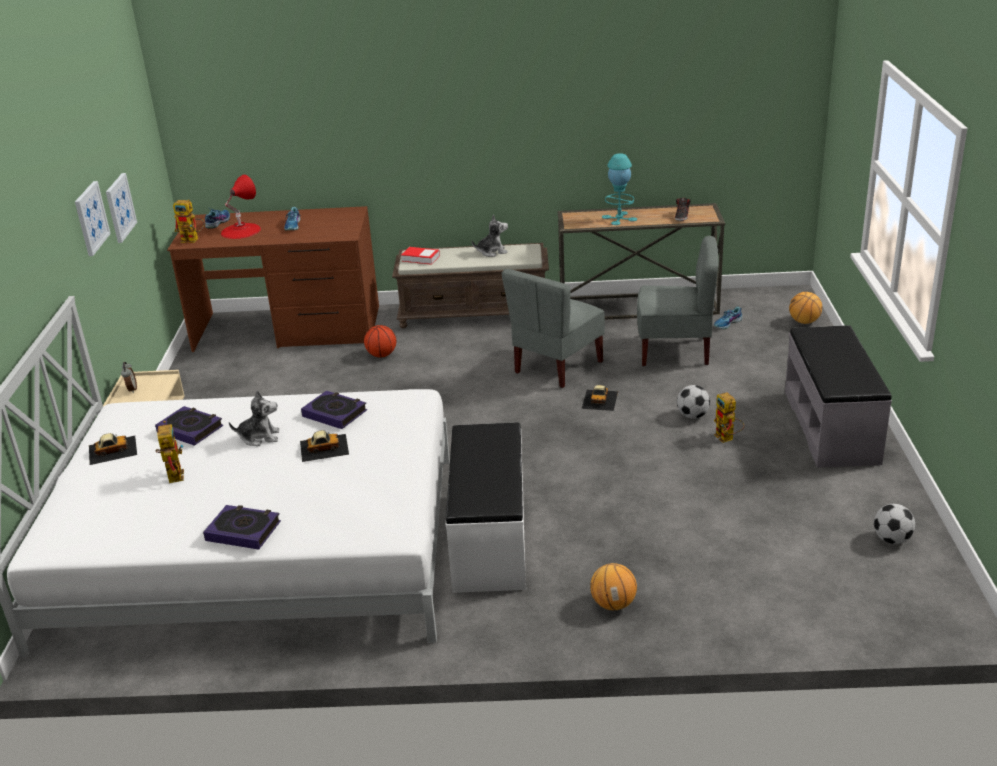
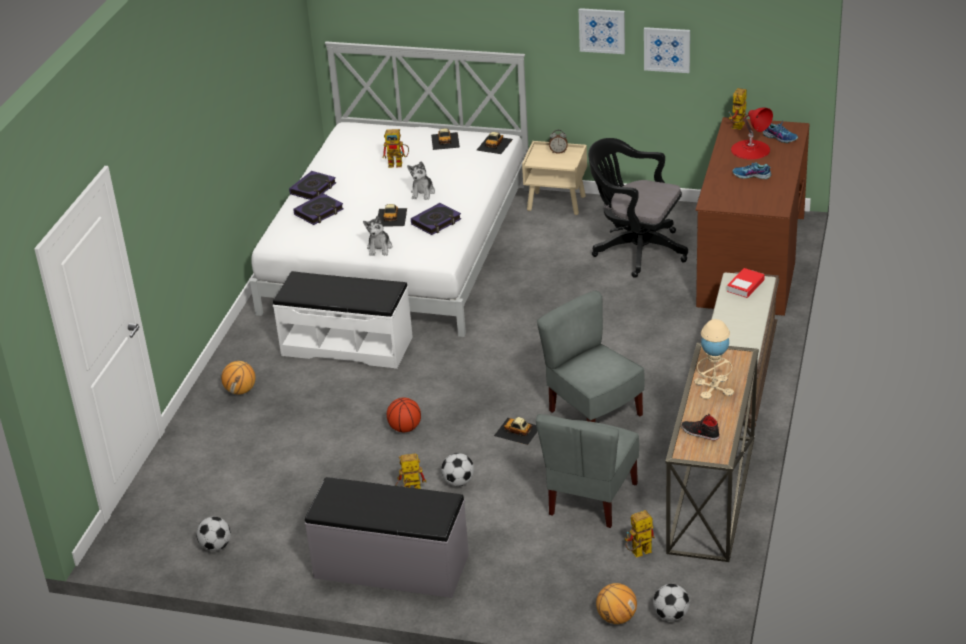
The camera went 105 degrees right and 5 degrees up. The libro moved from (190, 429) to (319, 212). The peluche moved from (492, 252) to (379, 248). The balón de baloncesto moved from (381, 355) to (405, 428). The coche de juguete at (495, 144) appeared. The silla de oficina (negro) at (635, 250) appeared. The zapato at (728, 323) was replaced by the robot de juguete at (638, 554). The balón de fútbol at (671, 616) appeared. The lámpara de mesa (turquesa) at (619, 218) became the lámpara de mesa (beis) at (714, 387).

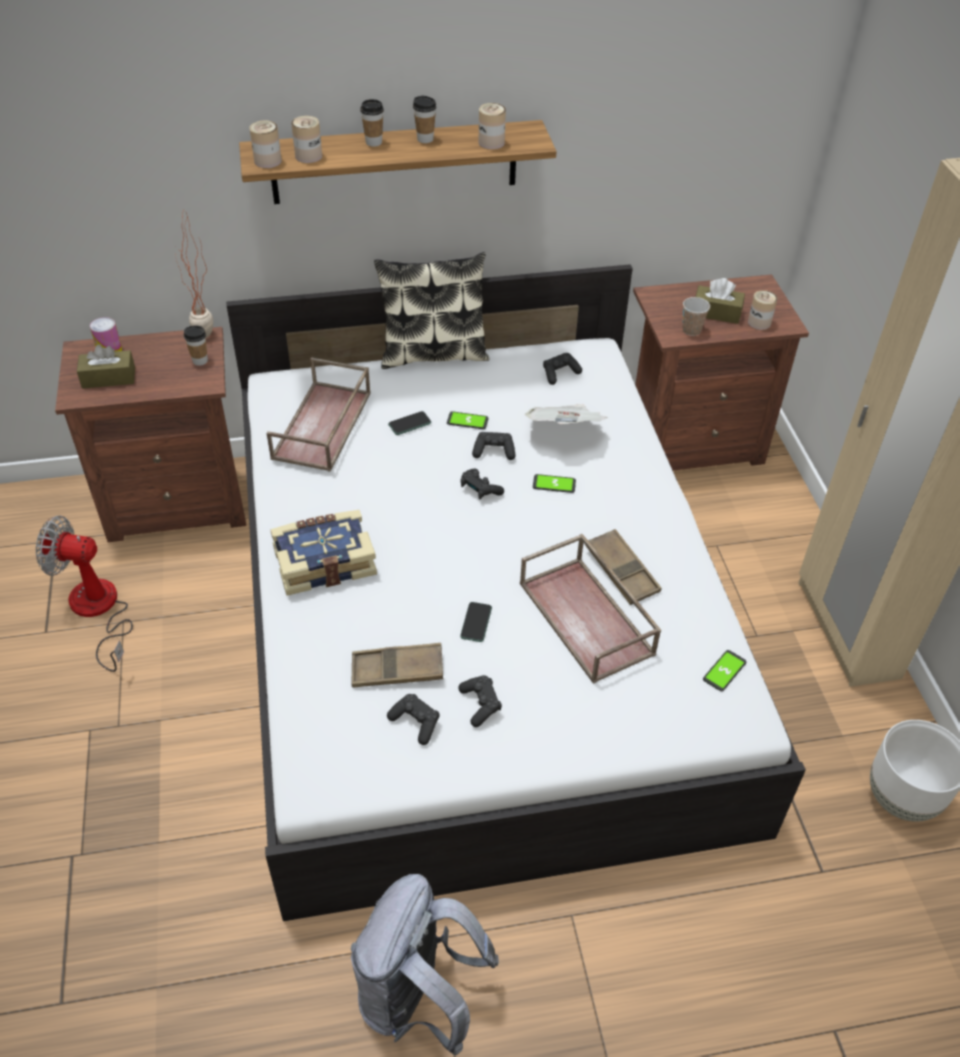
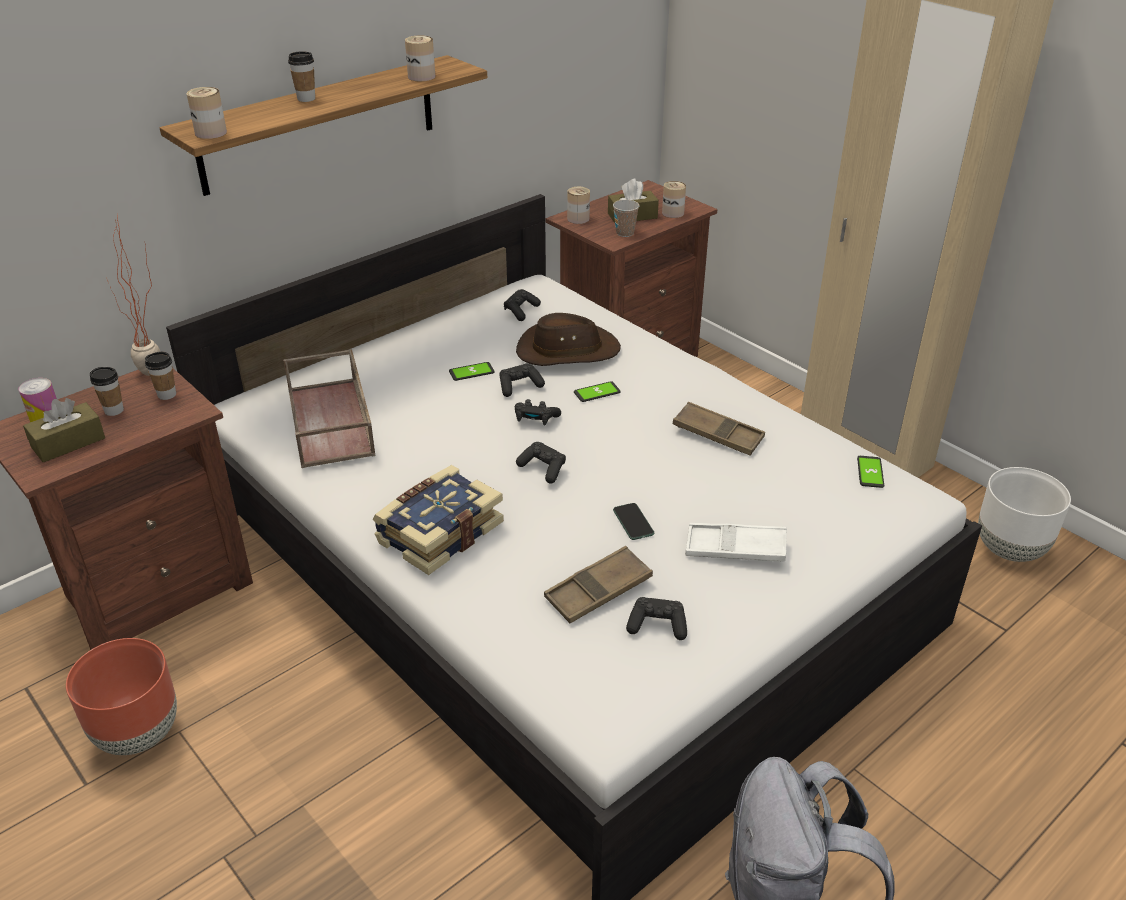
The camera went 30 degrees left and 10 degrees down. The ventilador at (98, 611) was replaced by the maceta (marrón) at (139, 734). The taza moved from (425, 139) to (114, 410). The periódico at (565, 431) was replaced by the sombrero (marrón) at (567, 350). The mando de consola (negro) moved from (480, 704) to (543, 469). The lata moved from (308, 156) to (578, 219). The bandeja (blanco) at (735, 548) appeared. The cojín at (433, 353) disappeared. The móvil at (409, 424) disappeared. The bandeja (marrón) at (588, 619) disappeared.

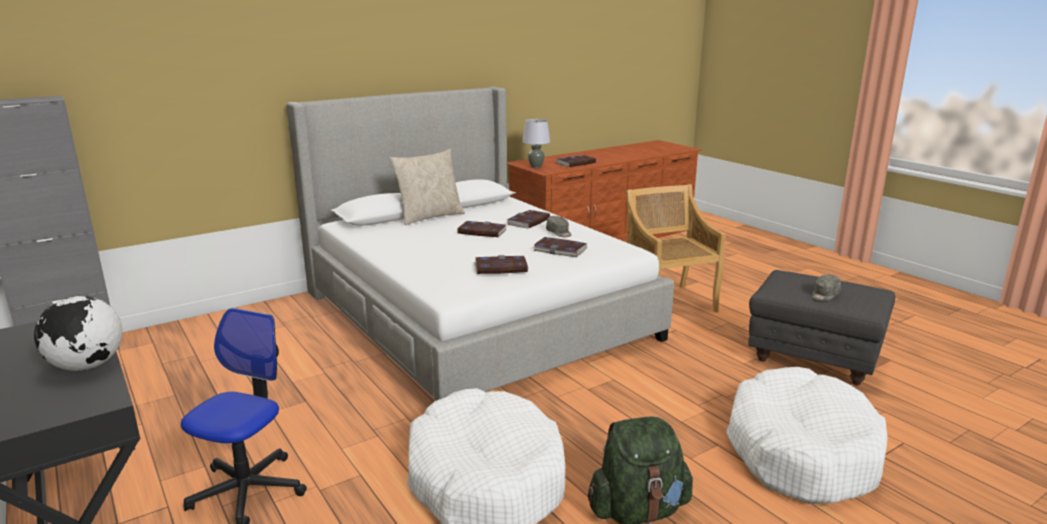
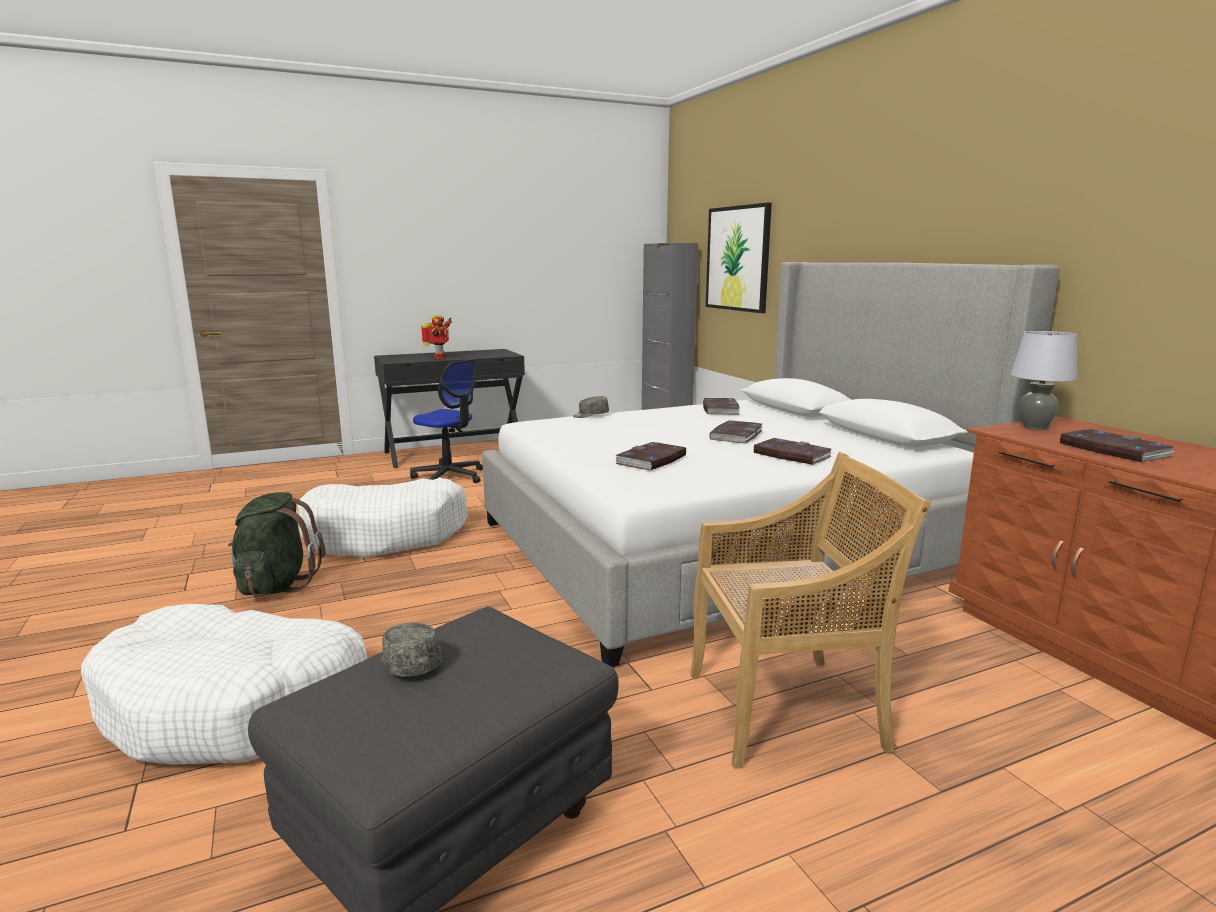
The camera went 100 degrees right and 5 degrees down. The globo terráqueo at (87, 366) was replaced by the robot de juguete at (439, 358). The gorra (gris) moved from (559, 233) to (590, 415). The libro moved from (500, 268) to (720, 409). The cuadro at (738, 258) appeared. The cojín (beis) at (429, 217) disappeared.

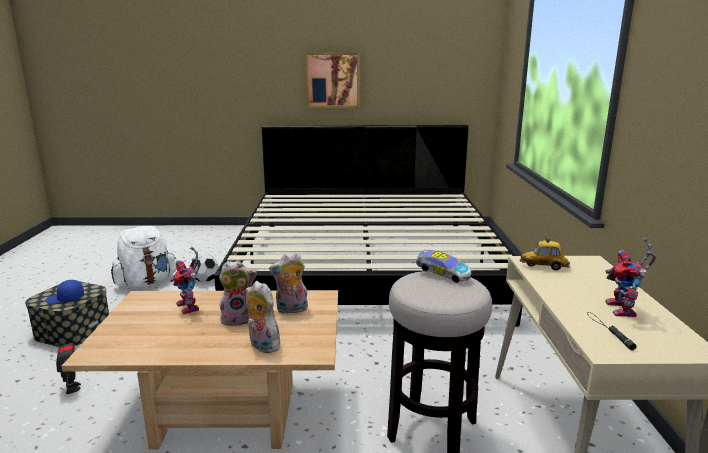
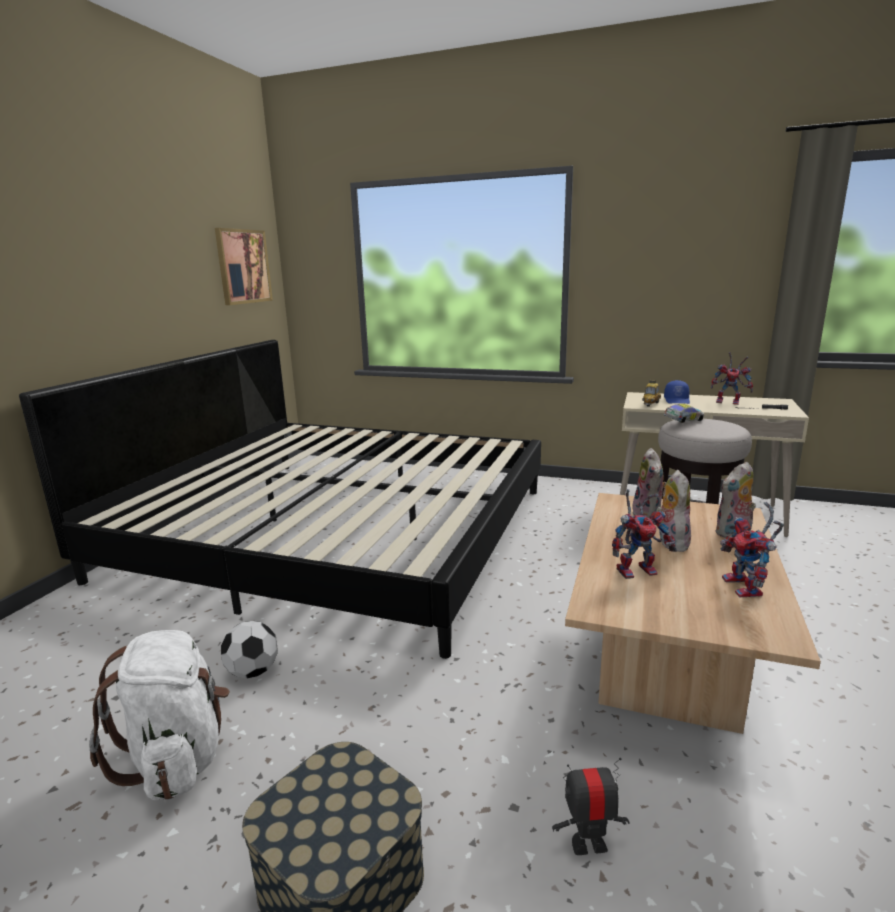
The camera went 70 degrees left and 0 degrees up. The cuadro moved from (332, 80) to (243, 266). The gorra (azul) moved from (65, 299) to (677, 400). The robot de juguete at (747, 589) appeared.

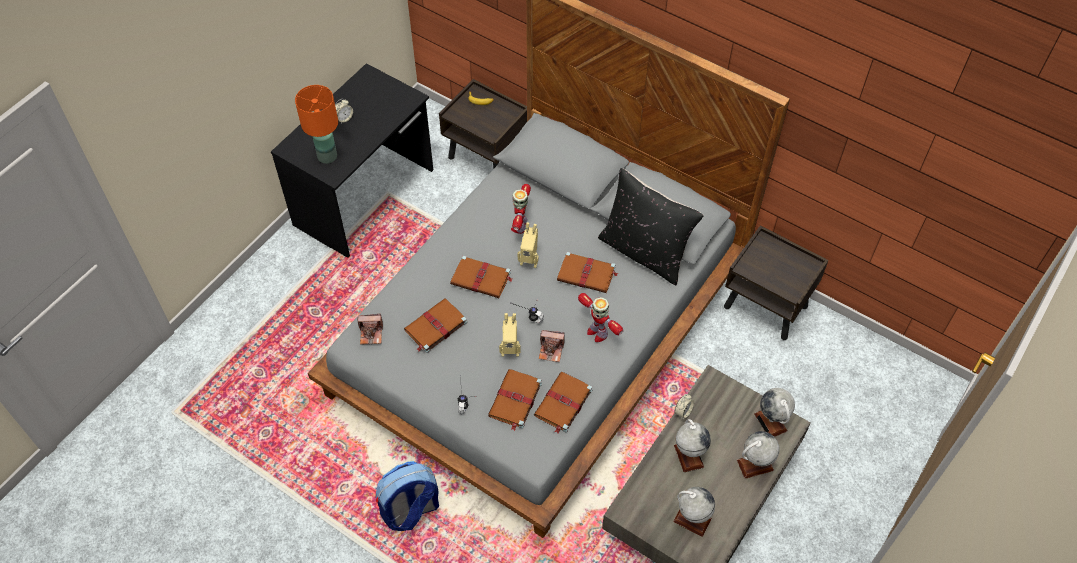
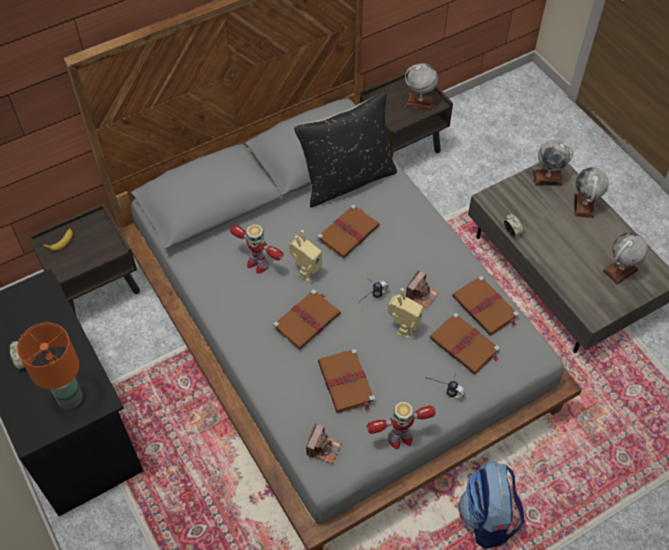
The camera went 65 degrees left and 0 degrees up. The robot de juguete moved from (597, 332) to (399, 438). The globo terráqueo moved from (688, 456) to (419, 102).

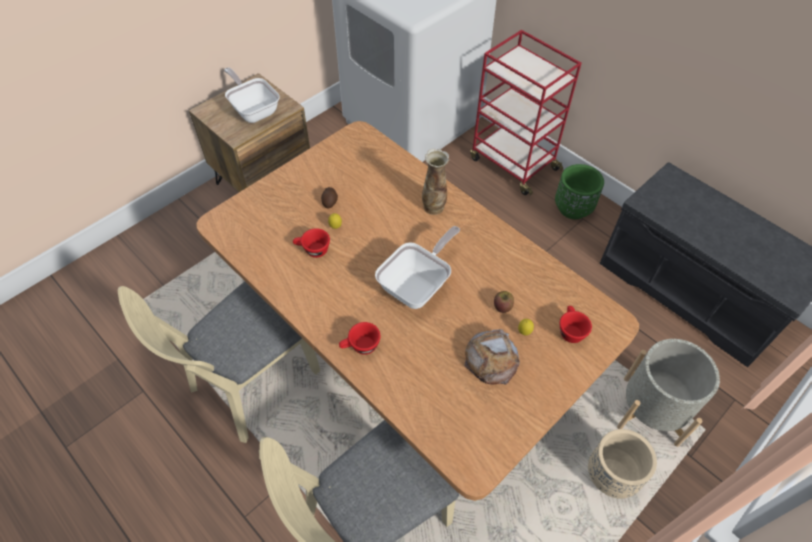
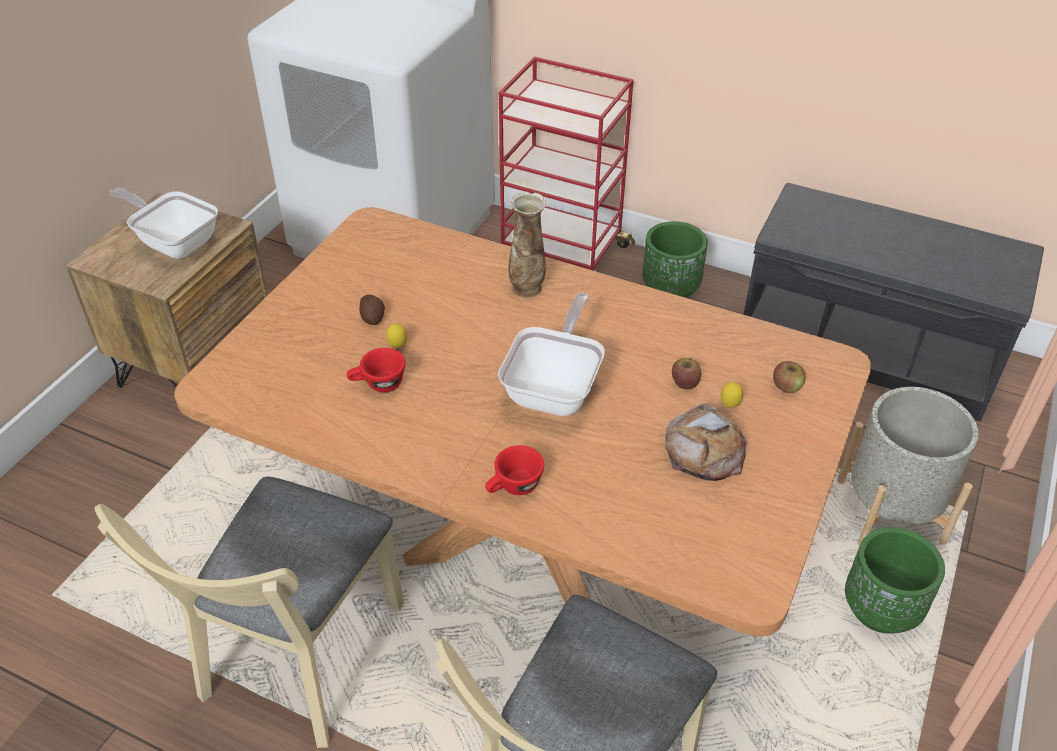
The camera went 20 degrees left and 10 degrees down. The taza (rojo) at (570, 330) was replaced by the manzana at (786, 386). The maceta (beis) at (611, 475) became the maceta (verde) at (880, 610).

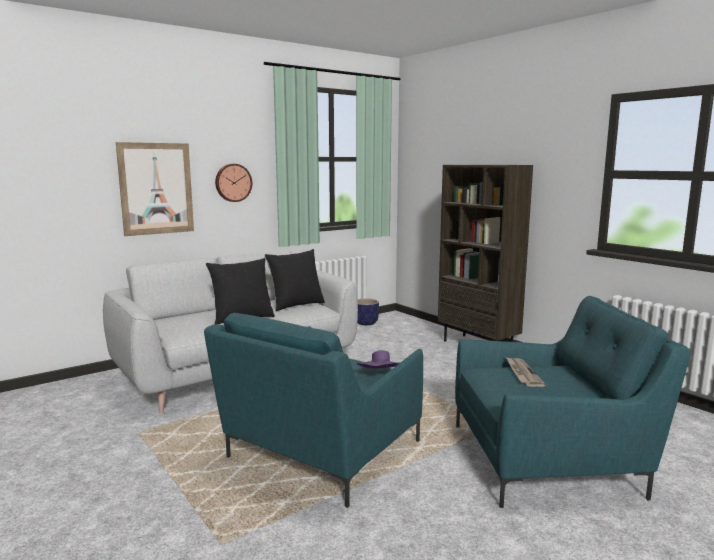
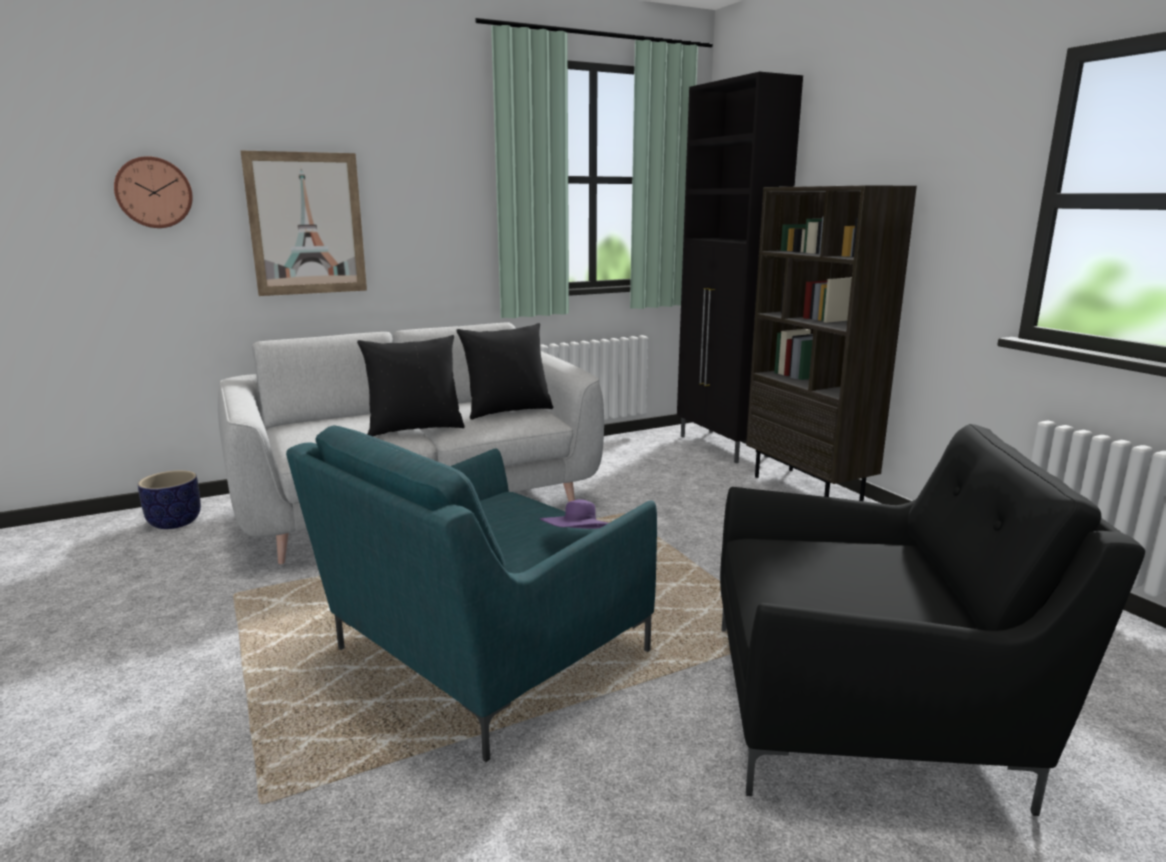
The camera went 10 degrees right and 5 degrees up. The reloj de pared moved from (233, 182) to (154, 192). The maceta moved from (366, 323) to (175, 522). The armario (negro) at (723, 447) appeared. The sillón (turquesa) at (550, 459) became the sillón (negro) at (868, 709). The periódico at (522, 373) disappeared.

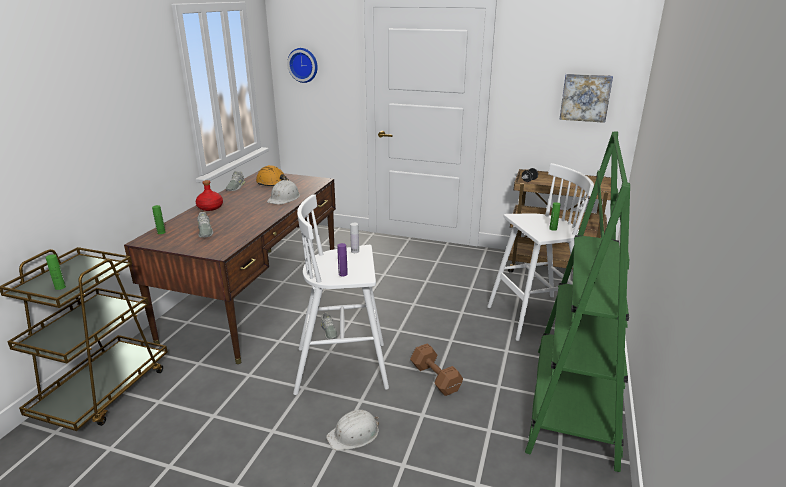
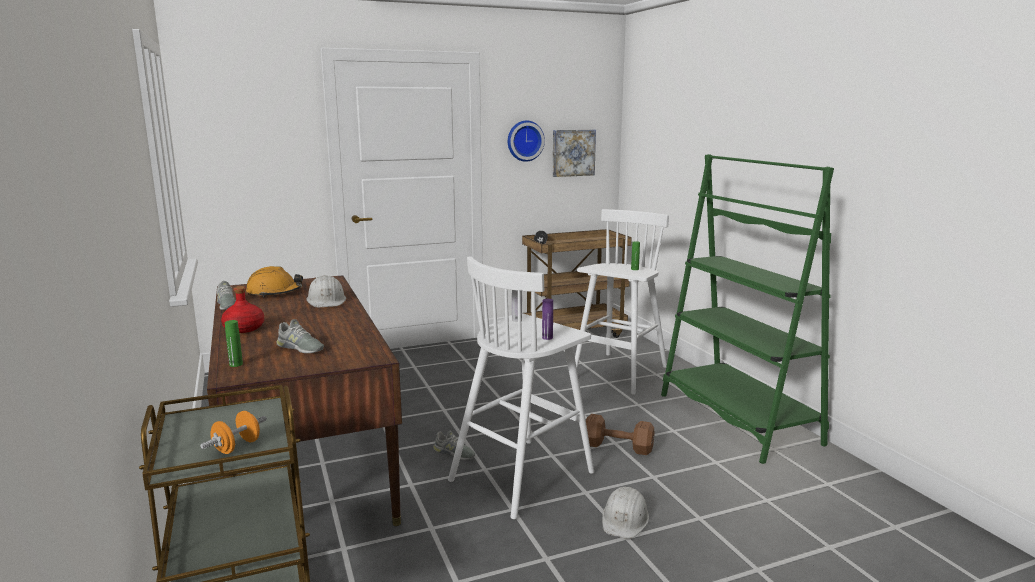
The camera went 40 degrees left and 10 degrees down. The botella (verde) at (60, 287) was replaced by the mancuerna (naranja) at (237, 447). The reloj de pared moved from (303, 65) to (524, 140).

